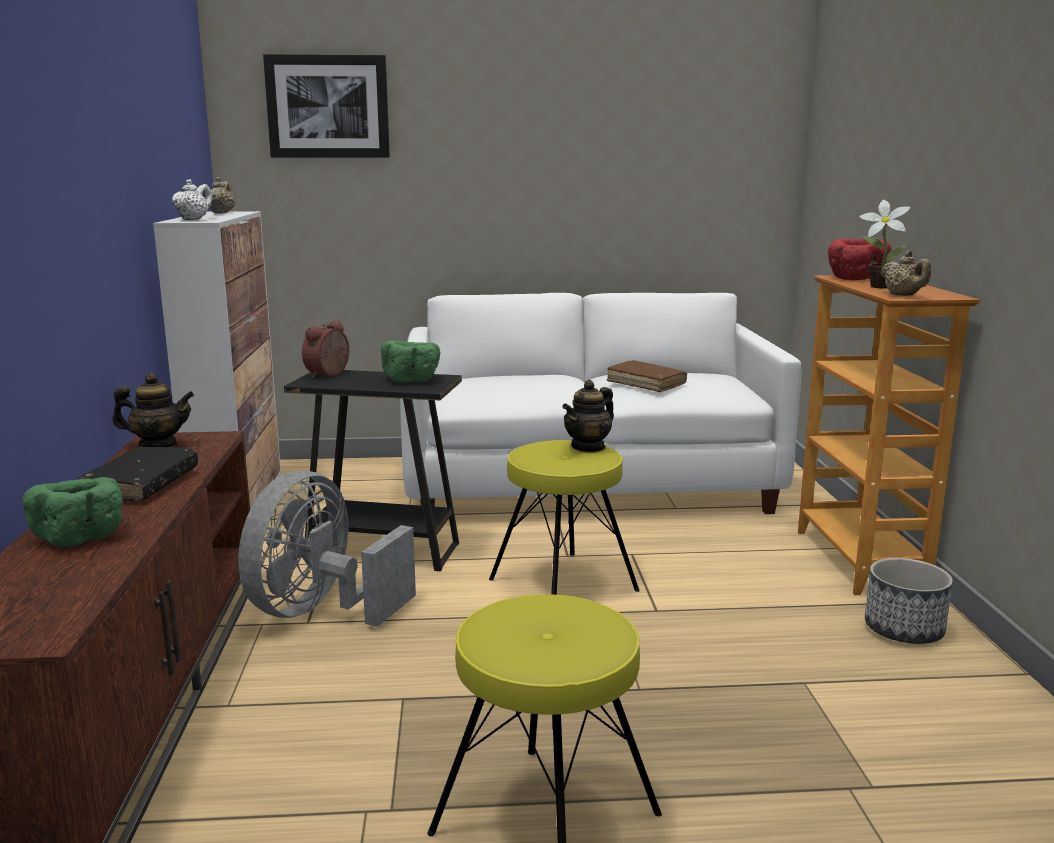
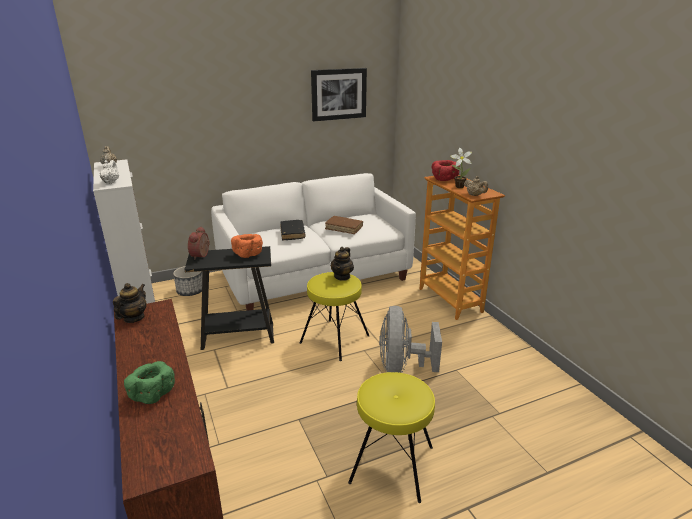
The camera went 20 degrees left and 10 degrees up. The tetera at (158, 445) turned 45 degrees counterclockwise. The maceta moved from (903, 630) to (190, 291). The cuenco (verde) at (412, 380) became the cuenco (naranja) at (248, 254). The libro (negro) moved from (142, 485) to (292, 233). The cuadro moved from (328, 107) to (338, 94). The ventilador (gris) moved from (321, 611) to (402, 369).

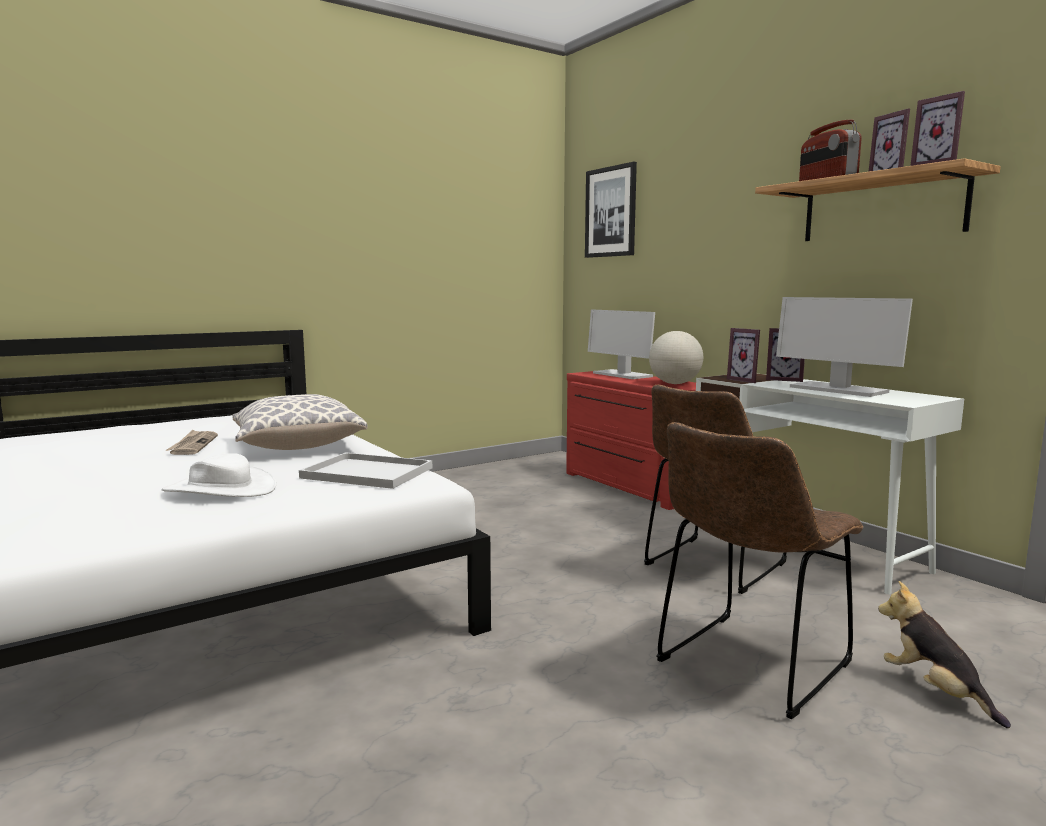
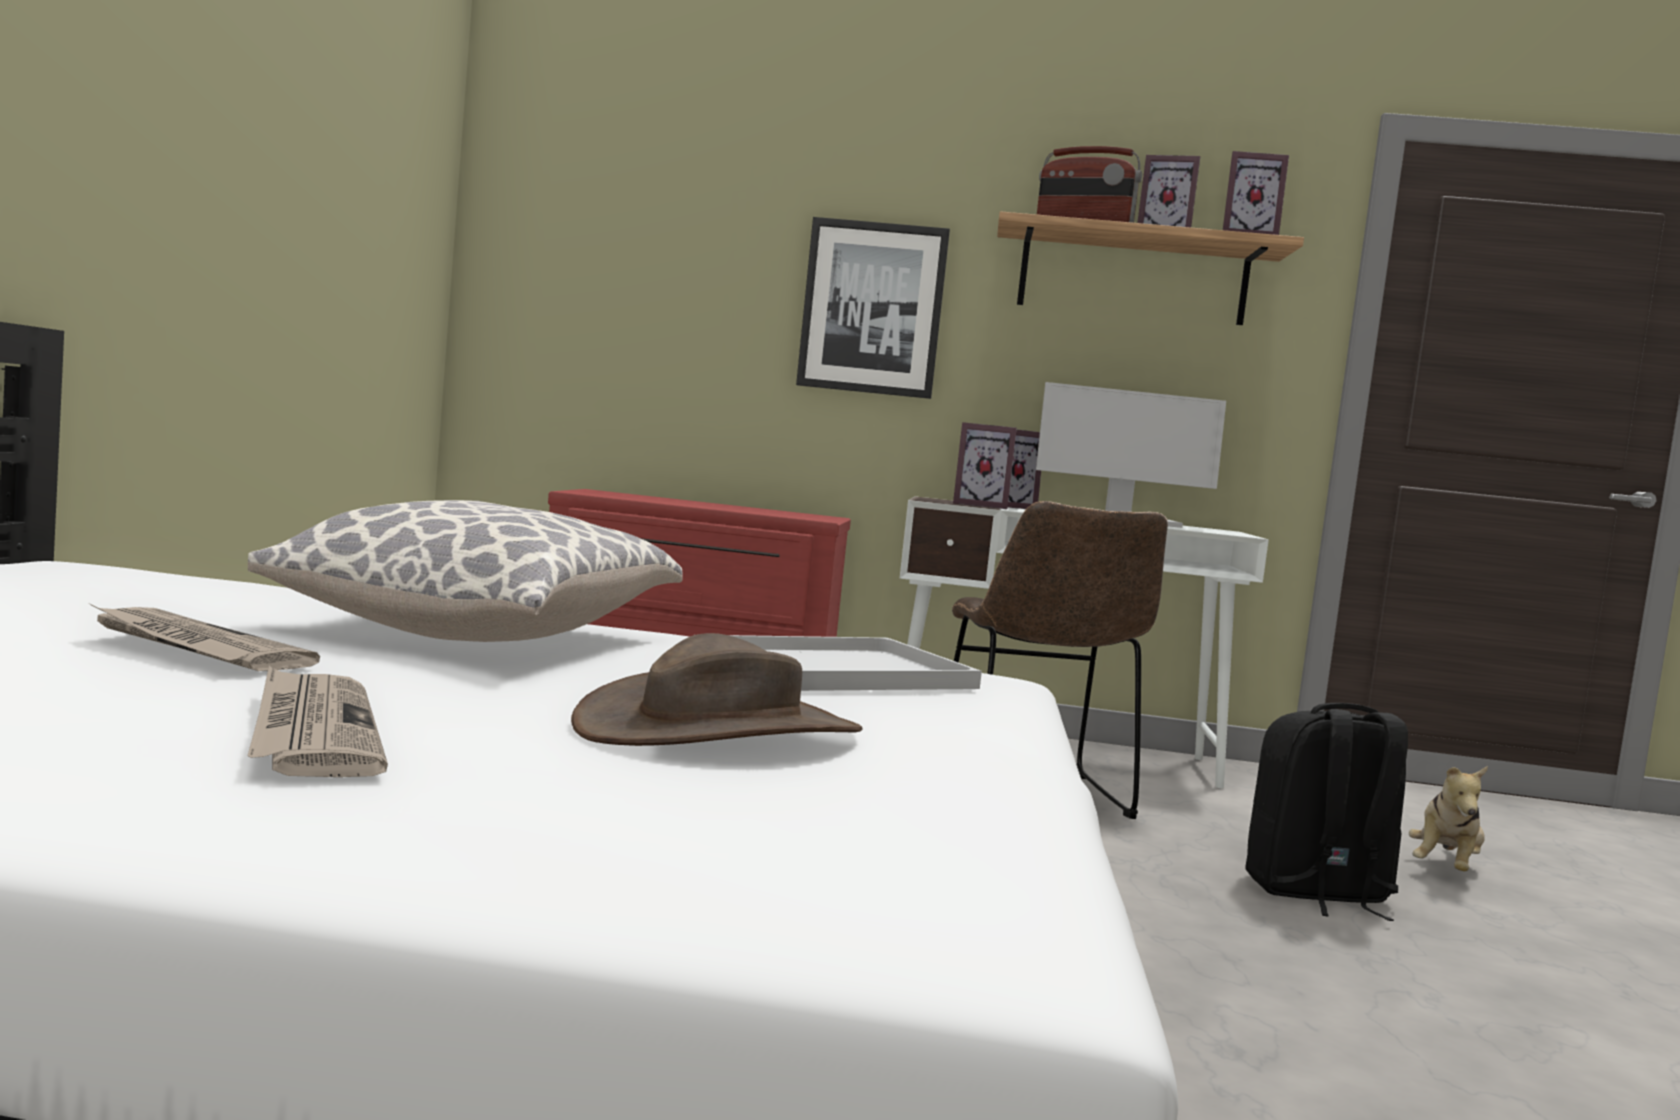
The camera went 50 degrees left and 5 degrees down. The periódico at (312, 731) appeared. The sombrero (blanco) at (220, 489) became the sombrero (marrón) at (719, 729). The cuadro moved from (611, 212) to (872, 308). The silla (marrón) at (749, 666) was replaced by the mochila (negro) at (1317, 894). The peluche at (935, 691) turned 75 degrees counterclockwise. The monitor at (621, 375) disappeared. The globo terráqueo at (675, 383) disappeared.

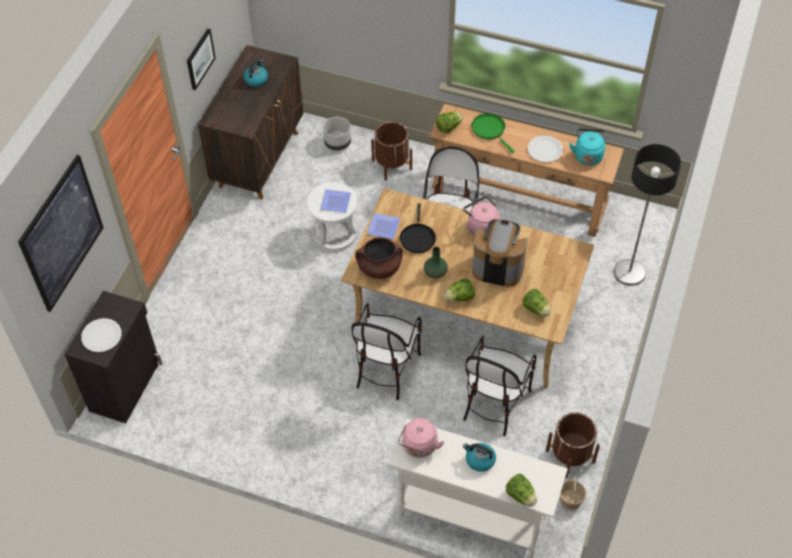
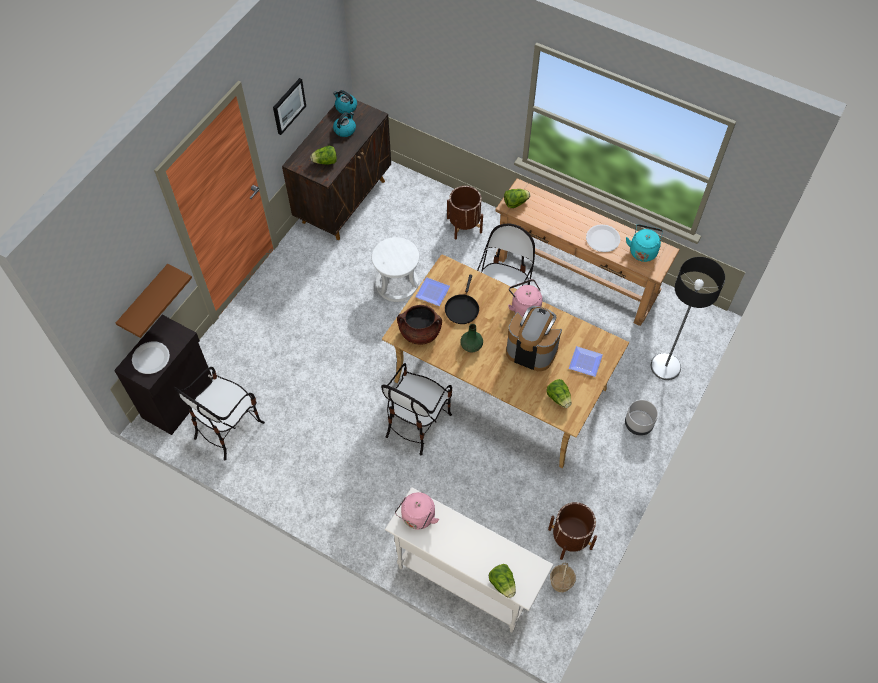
The camera went 10 degrees right and 5 degrees up. The estante (marrón) at (145, 300) appeared. The silla moved from (495, 403) to (228, 428). The lechuga moved from (460, 297) to (325, 162). The hervidor moved from (479, 460) to (345, 107). The plato moved from (336, 203) to (586, 363). The maceta (gris) moved from (337, 143) to (638, 424). The cuadro at (62, 233) disappeared. The sartén (verde) at (490, 130) disappeared.

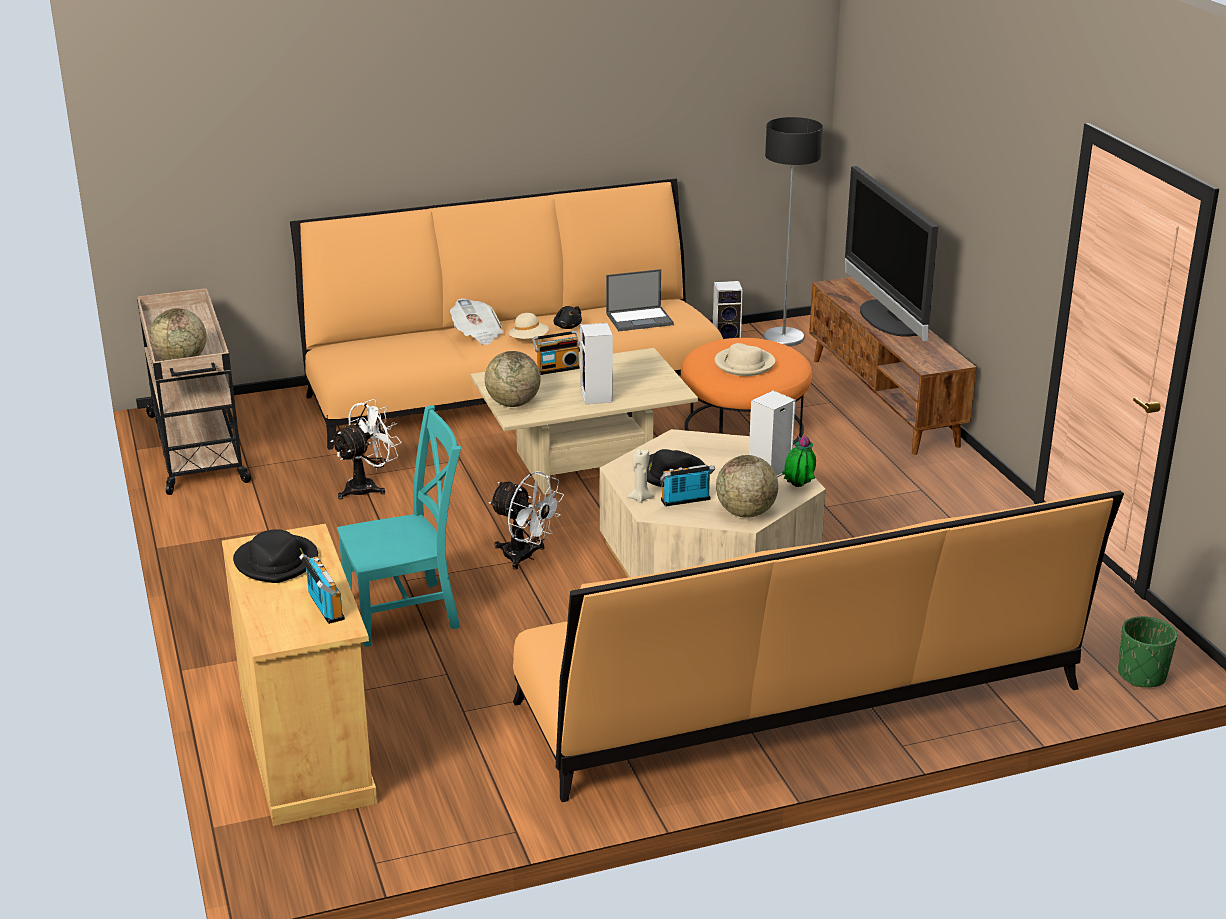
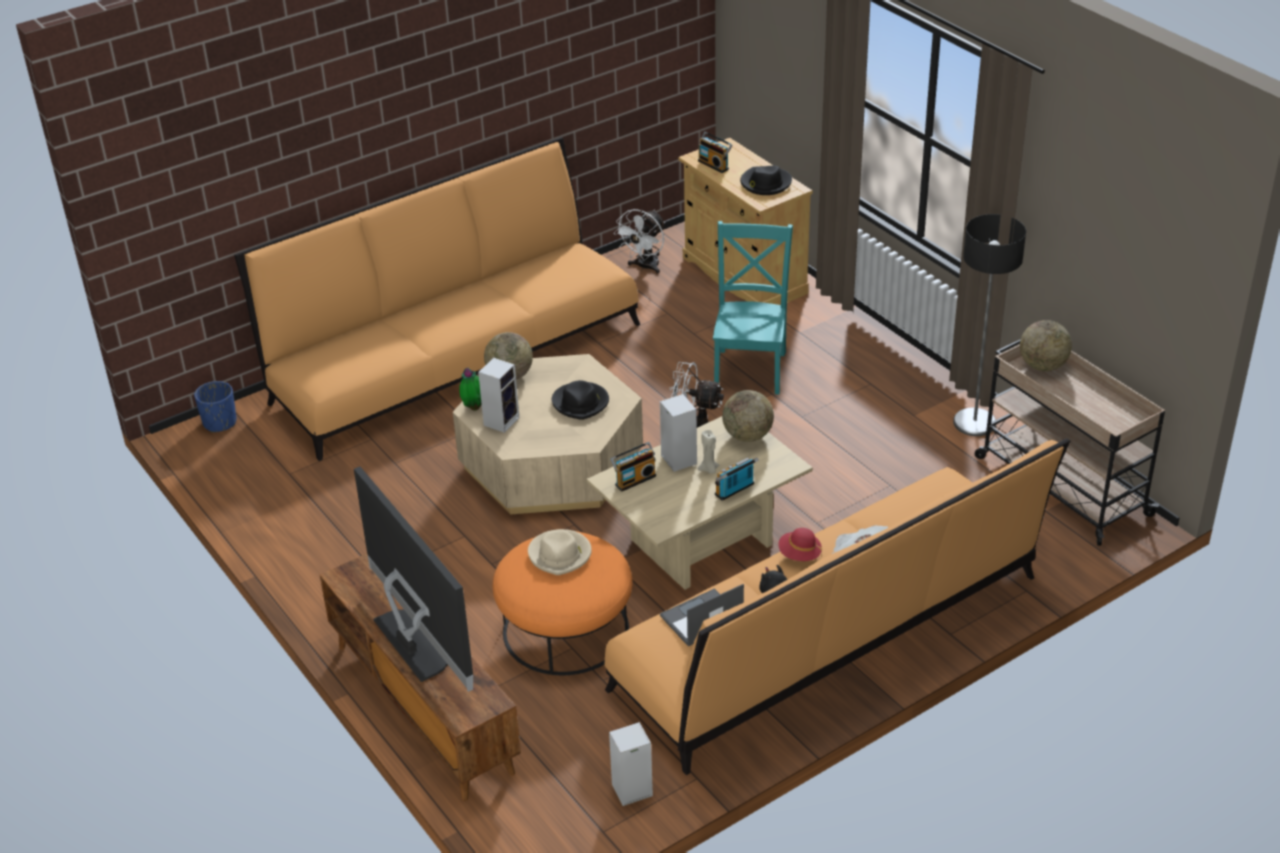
The camera went 165 degrees right and 10 degrees up. The maceta (verde) at (1141, 675) became the maceta (azul) at (220, 422). The radio moved from (686, 501) to (634, 479). The ventilador (blanco) moved from (367, 487) to (645, 267). The vela (beis) moved from (640, 498) to (709, 470). The silla (turquesa) at (407, 613) turned 135 degrees clockwise. The sombrero (beis) at (529, 340) became the sombrero (rojo) at (799, 554). The lámpara de pie moved from (783, 338) to (974, 423).

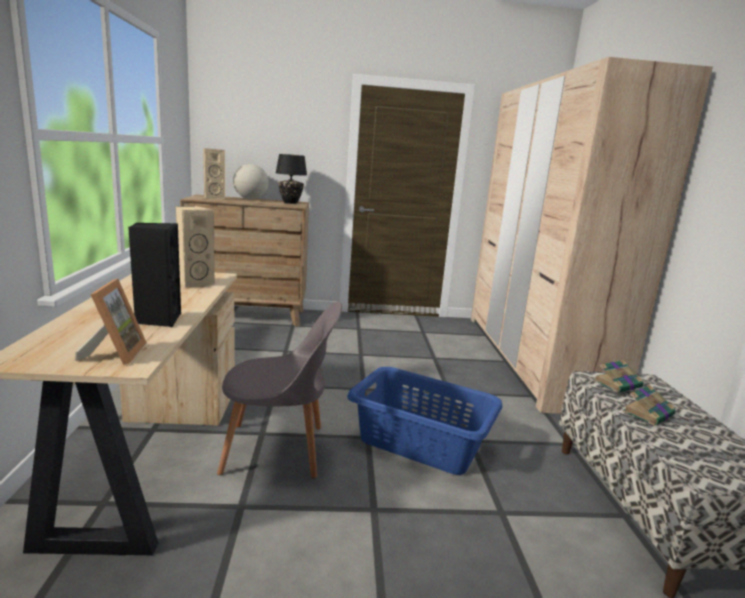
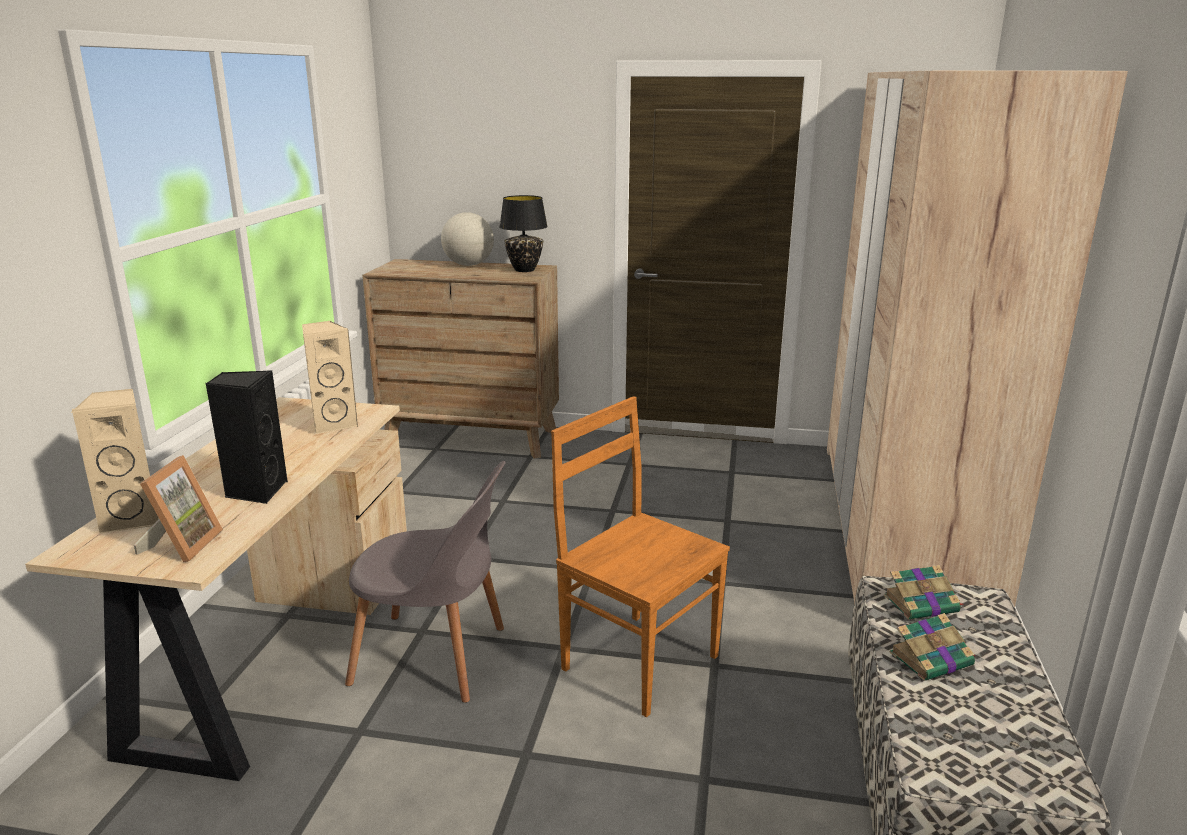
The camera went 15 degrees right and 5 degrees up. The altavoz (beis) moved from (213, 198) to (134, 519). The cesto de la ropa (azul) at (420, 441) was replaced by the silla (marrón) at (637, 660).

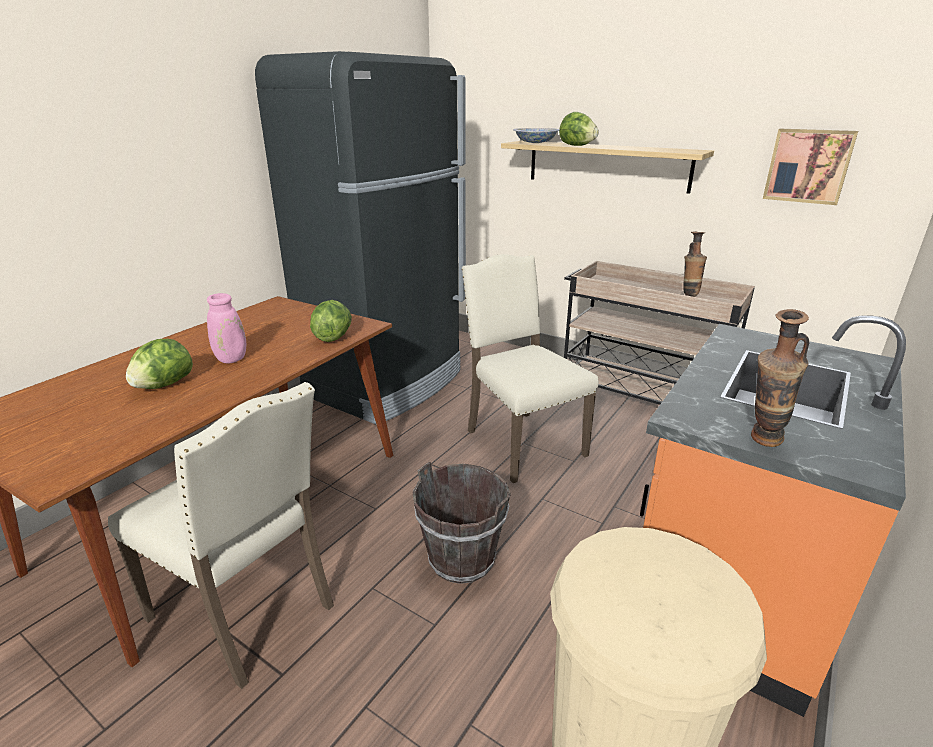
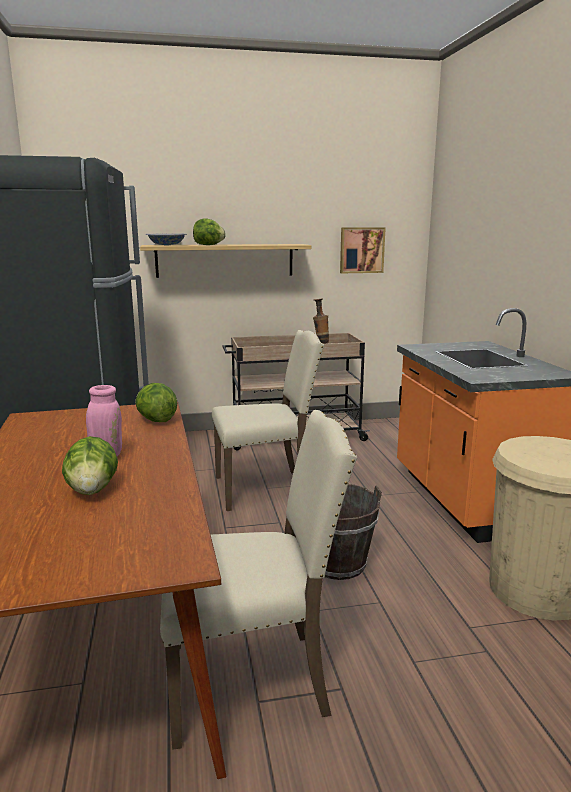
The camera went 45 degrees left and 10 degrees down. The silla (beis) at (521, 442) turned 150 degrees clockwise. The florero at (761, 443) disappeared.

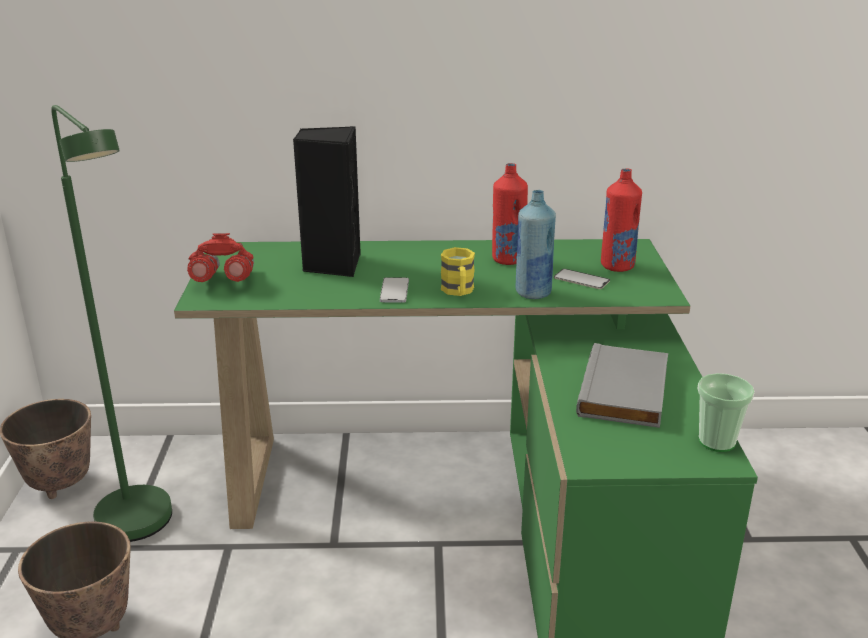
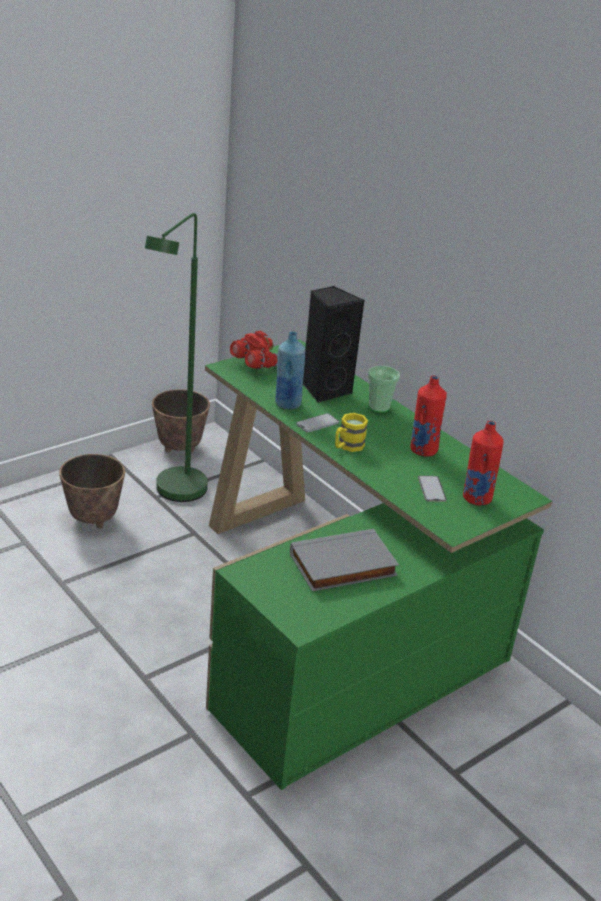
The camera went 50 degrees right and 5 degrees up. The botella (azul) moved from (533, 293) to (287, 404). The taza moved from (716, 442) to (379, 407).

